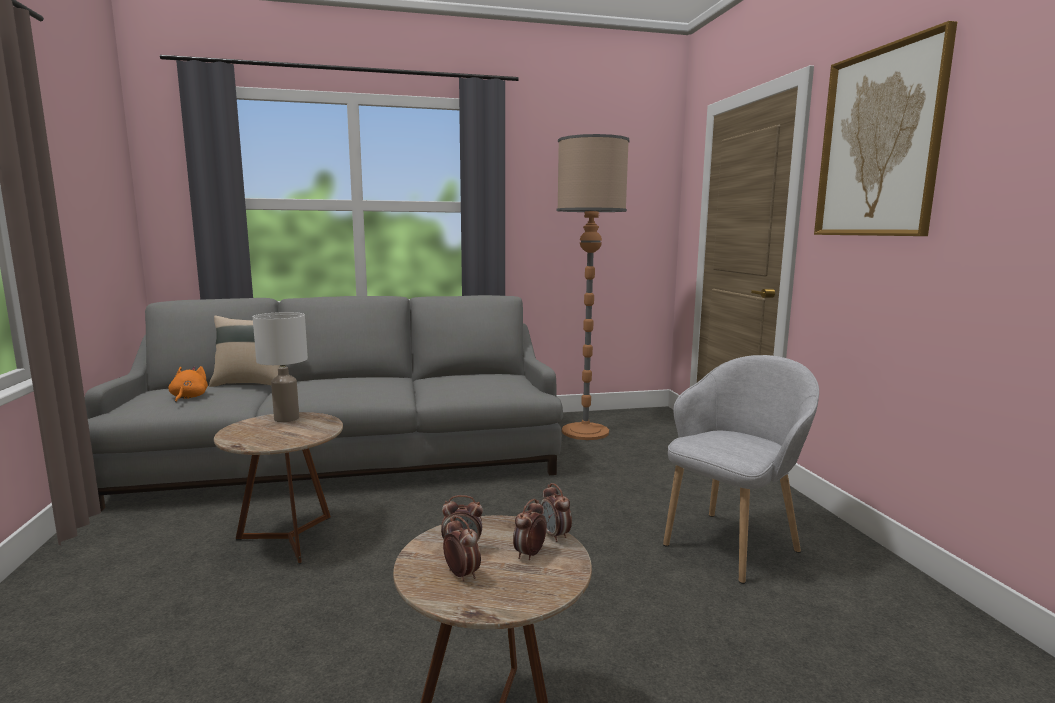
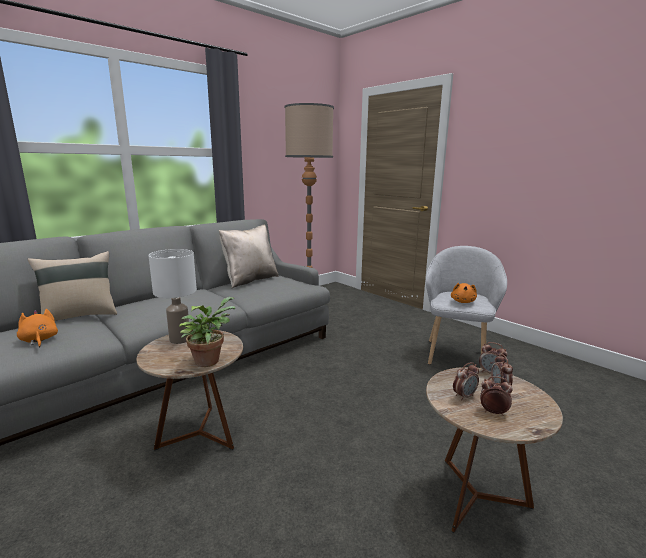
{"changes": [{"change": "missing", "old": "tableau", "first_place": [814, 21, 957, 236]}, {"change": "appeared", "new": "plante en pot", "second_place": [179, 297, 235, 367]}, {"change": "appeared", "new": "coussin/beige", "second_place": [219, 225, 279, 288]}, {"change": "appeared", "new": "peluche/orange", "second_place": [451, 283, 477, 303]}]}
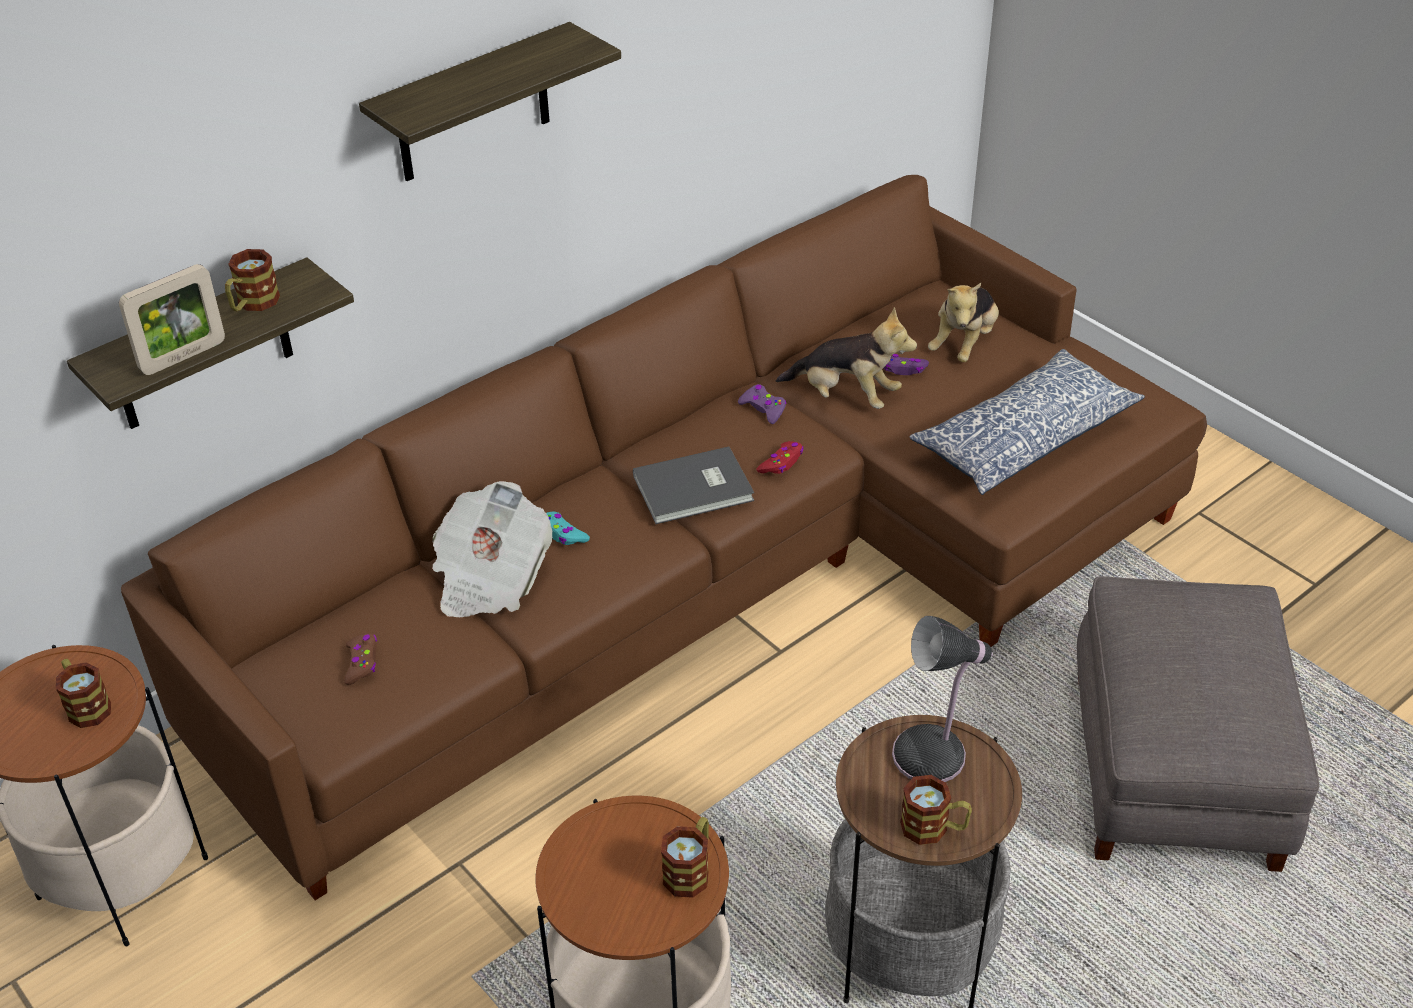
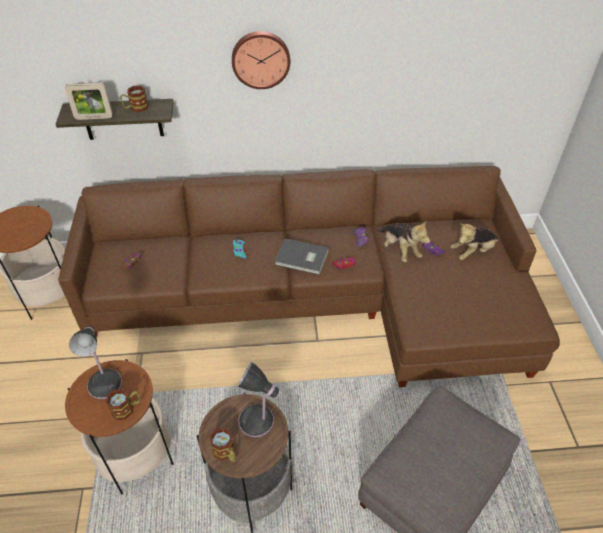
{"changes": [{"change": "missing", "old": "mug", "first_place": [56, 658, 111, 728]}, {"change": "missing", "old": "journal", "first_place": [432, 481, 553, 617]}, {"change": "missing", "old": "coussin", "first_place": [910, 349, 1145, 495]}, {"change": "appeared", "new": "lampe de table", "second_place": [69, 326, 122, 399]}, {"change": "exchanged", "old": "étagère", "new": "horloge murale", "first_place": [359, 22, 621, 181], "second_place": [232, 31, 290, 89]}]}
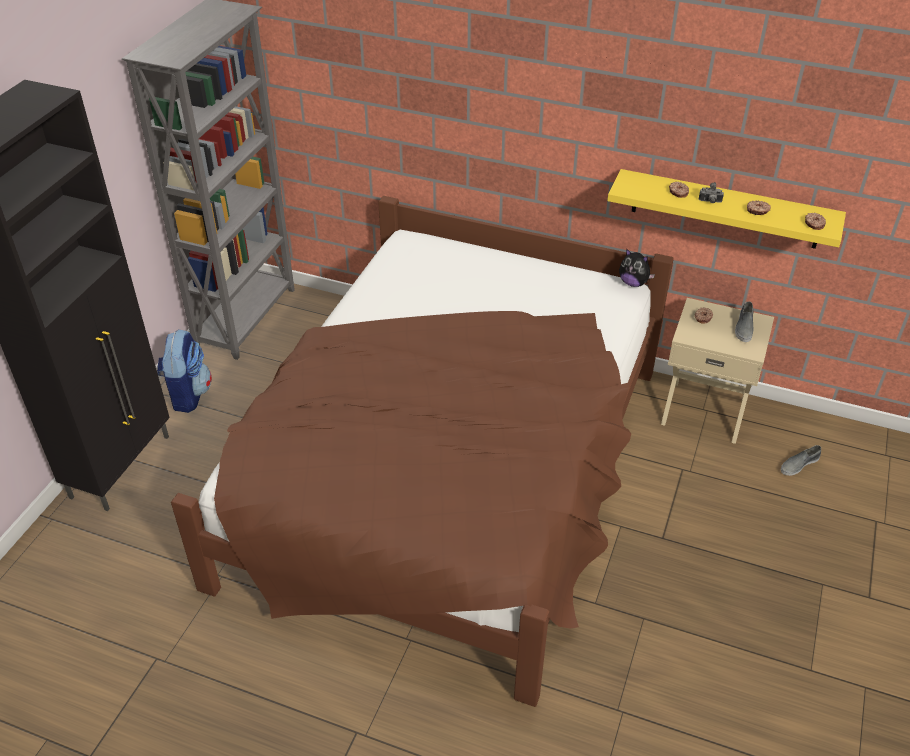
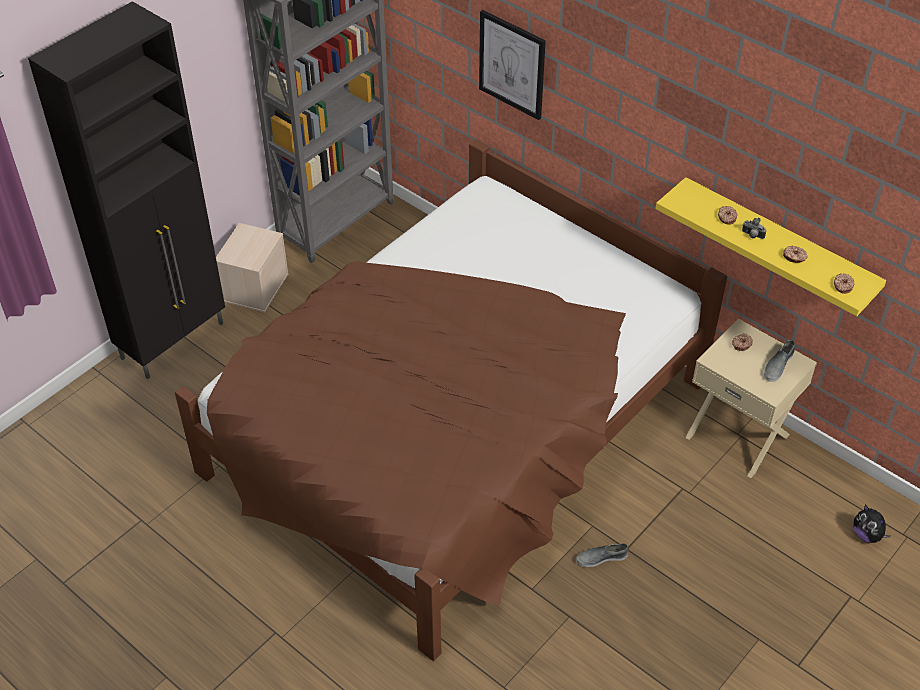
{"changes": [{"change": "appeared", "new": "tableau", "second_place": [479, 10, 546, 120]}, {"change": "relocated", "old": "peluche", "first_place": [619, 248, 655, 287], "second_place": [853, 504, 890, 543]}, {"change": "relocated", "old": "chaussure/gris", "first_place": [781, 445, 821, 476], "second_place": [576, 543, 628, 567]}, {"change": "exchanged", "old": "sac à dos", "new": "boîte de rangement/beige", "first_place": [157, 330, 212, 413], "second_place": [216, 223, 289, 312]}]}
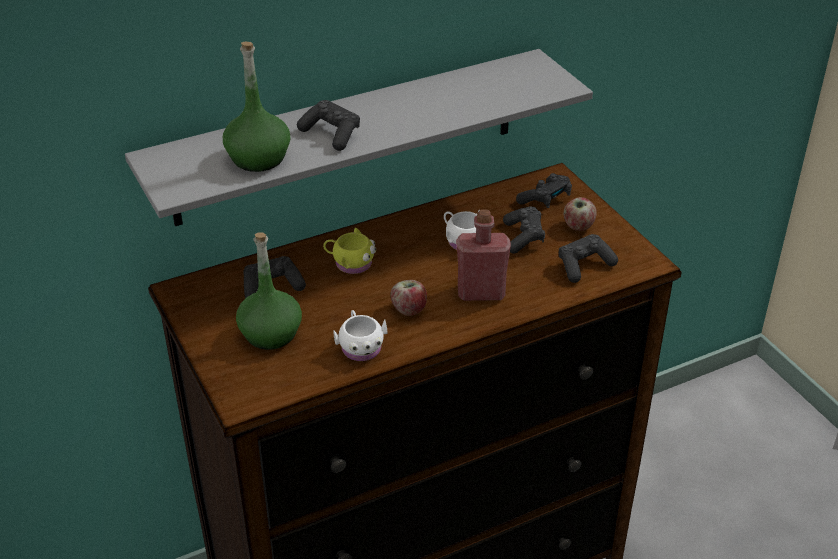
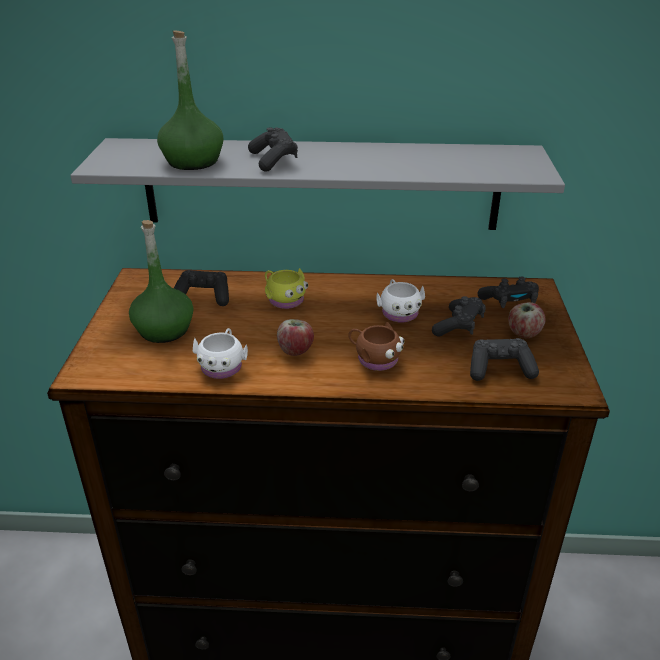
{"changes": [{"change": "exchanged", "old": "bouteille/rouge", "new": "mug/marron", "first_place": [456, 209, 511, 301], "second_place": [348, 322, 404, 371]}]}
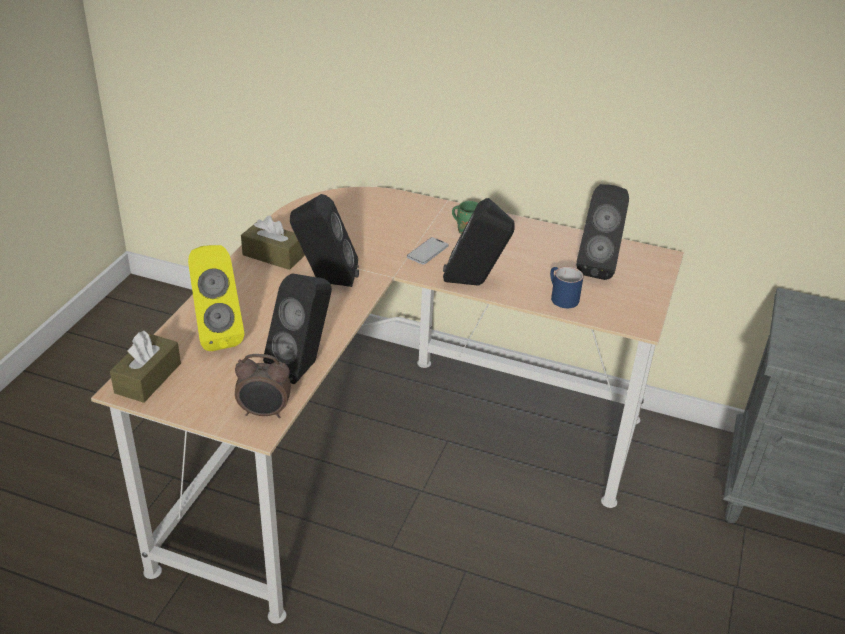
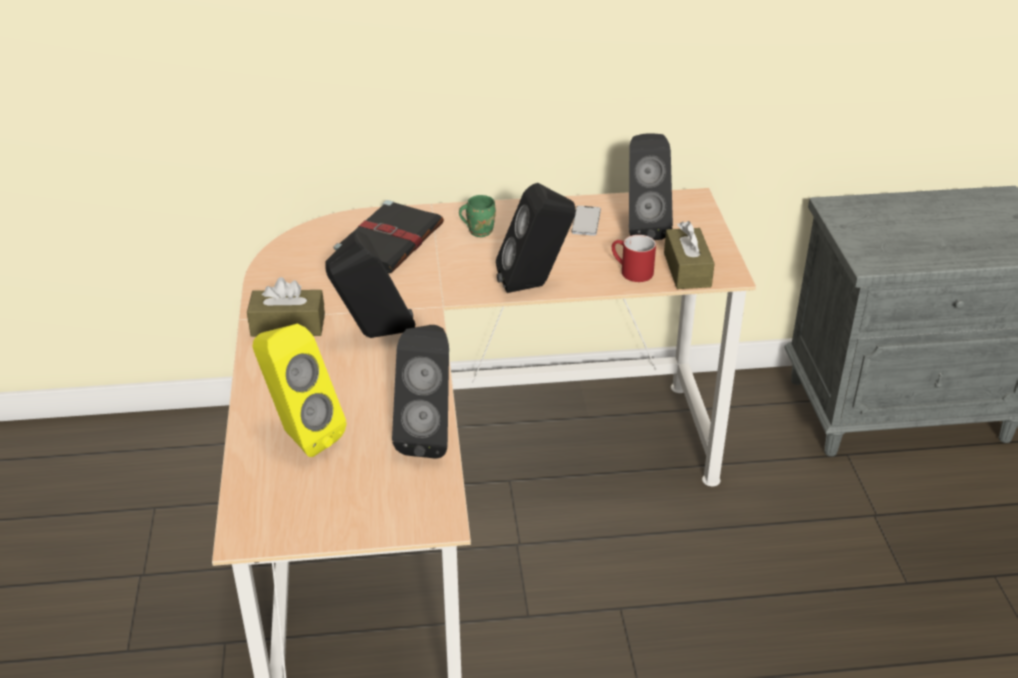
{"changes": [{"change": "missing", "old": "réveil", "first_place": [235, 354, 291, 418]}, {"change": "appeared", "new": "livre/noir", "second_place": [333, 200, 444, 273]}, {"change": "relocated", "old": "boîte à mouchoirs/marron", "first_place": [110, 331, 181, 403], "second_place": [664, 221, 715, 289]}, {"change": "relocated", "old": "téléphone", "first_place": [407, 237, 448, 265], "second_place": [572, 206, 601, 236]}, {"change": "colour", "old": "mug/bleu", "new": "mug/rouge", "first_place": [550, 267, 584, 308], "second_place": [612, 235, 656, 282]}]}
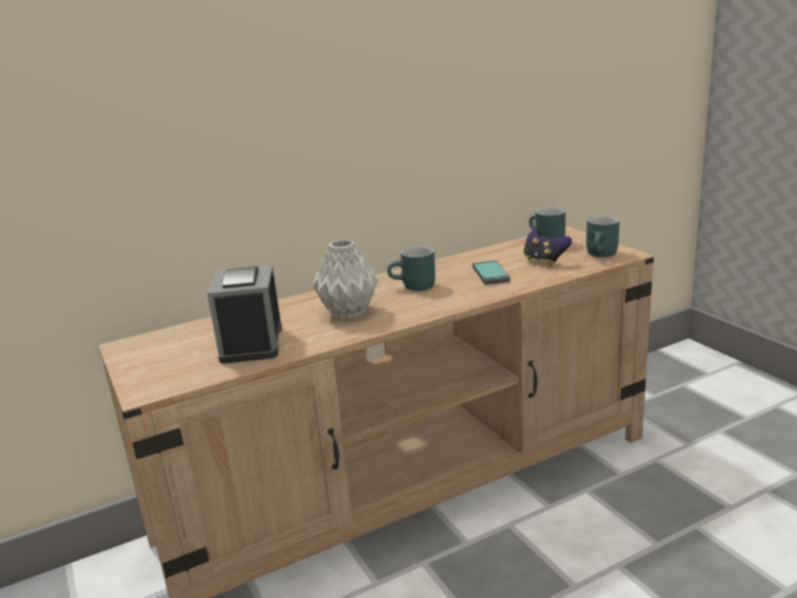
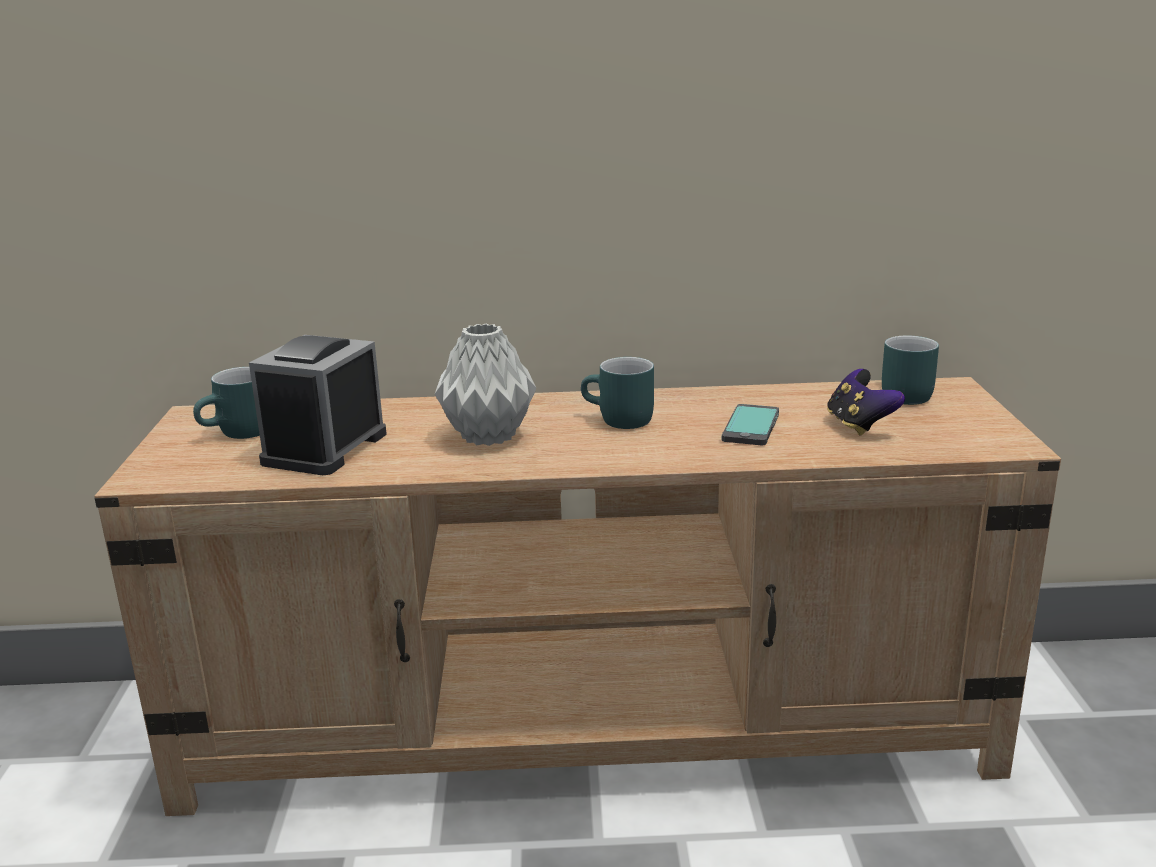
{"changes": [{"change": "relocated", "old": "mug/turquoise", "first_place": [586, 216, 620, 257], "second_place": [193, 367, 260, 439]}]}
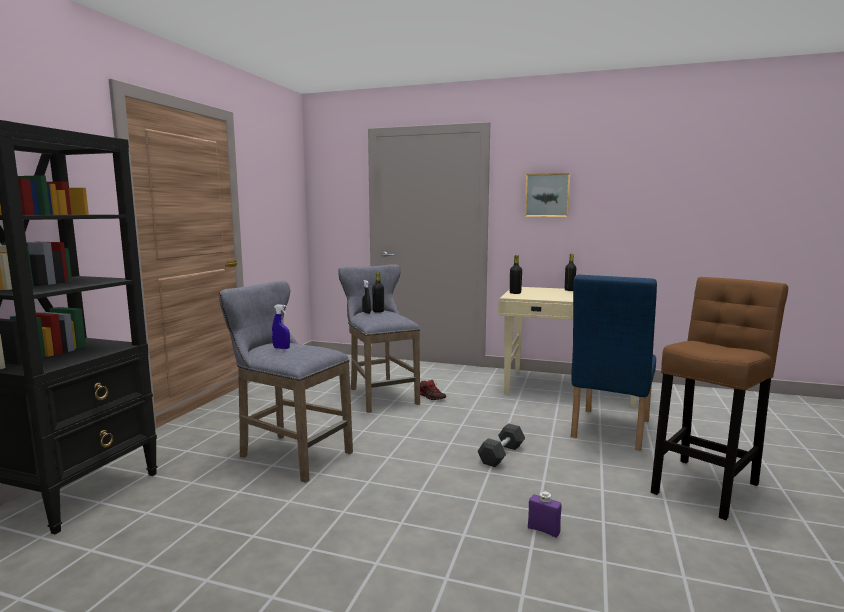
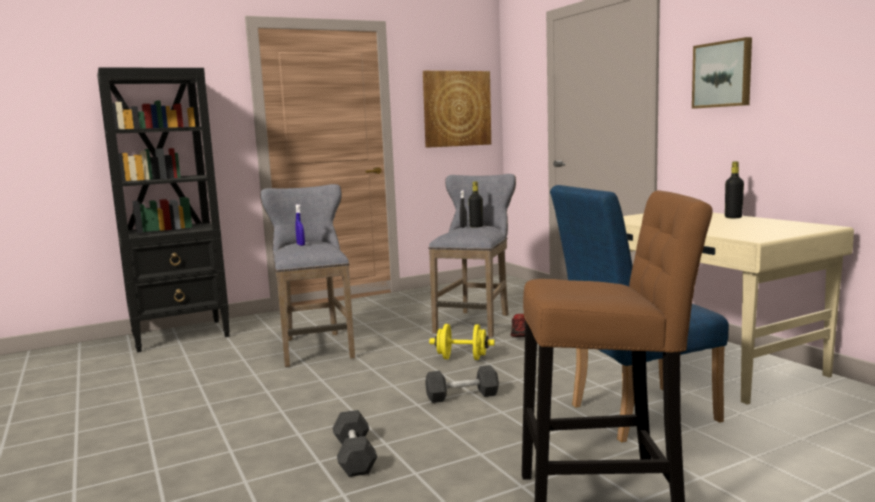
{"changes": [{"change": "missing", "old": "bouteille/noir", "first_place": [510, 255, 522, 294]}, {"change": "appeared", "new": "tableau", "second_place": [423, 71, 491, 148]}, {"change": "appeared", "new": "haltère/jaune", "second_place": [429, 324, 495, 360]}, {"change": "exchanged", "old": "bouteille/violet", "new": "haltère/gris", "first_place": [528, 491, 562, 538], "second_place": [333, 410, 377, 477]}]}
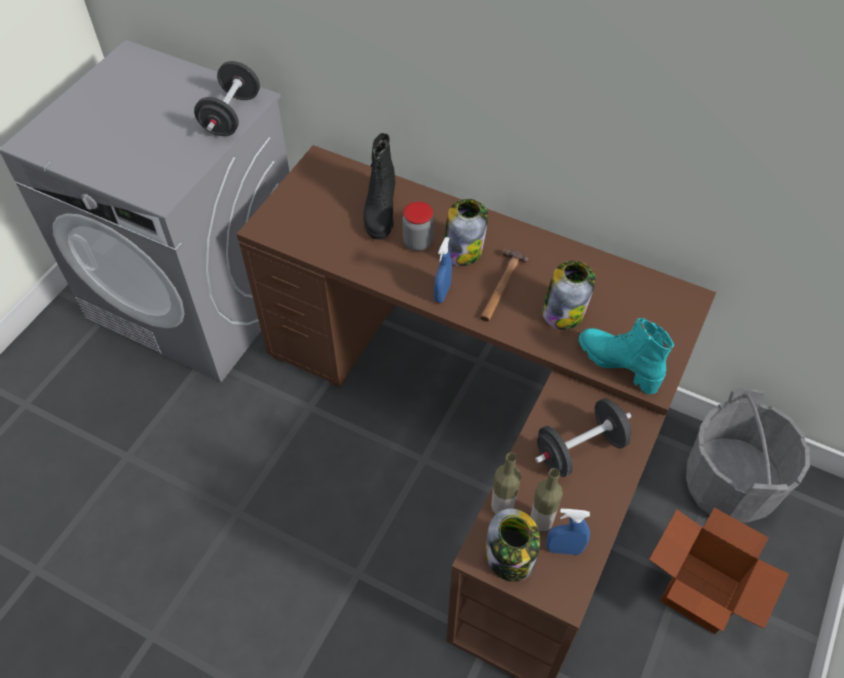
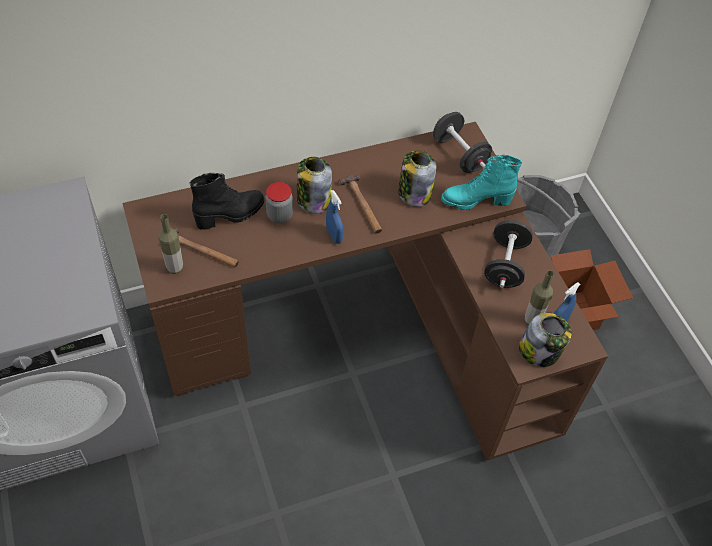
{"changes": [{"change": "appeared", "new": "marteau", "second_place": [175, 228, 239, 267]}, {"change": "relocated", "old": "haltère/noir", "first_place": [194, 61, 260, 136], "second_place": [433, 112, 492, 173]}, {"change": "relocated", "old": "bouteille", "first_place": [491, 452, 521, 515], "second_place": [158, 214, 183, 274]}, {"change": "spun", "old": "botte/noir", "first_place": [363, 133, 395, 240], "second_place": [190, 173, 264, 230], "degrees": -75}]}
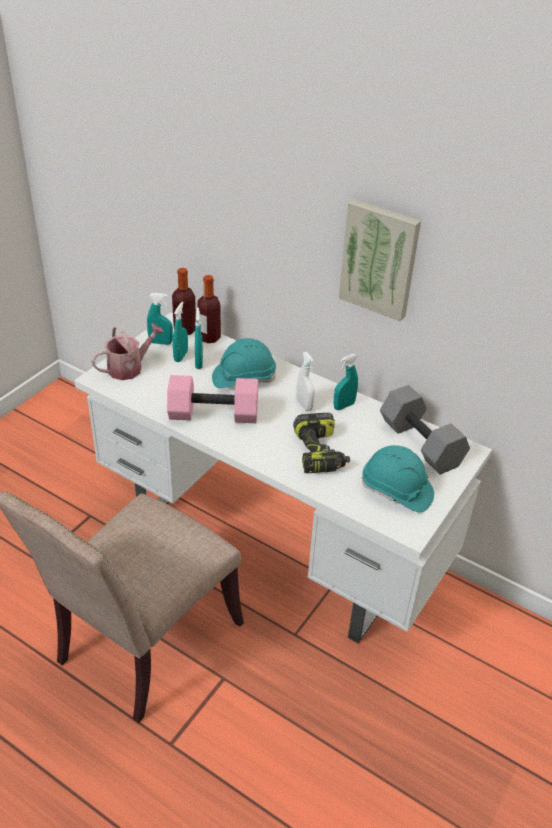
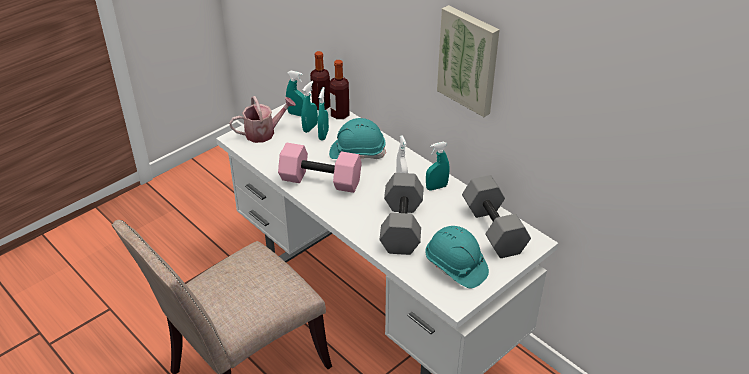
{"changes": [{"change": "exchanged", "old": "perceuse", "new": "haltère/gris", "first_place": [293, 413, 350, 473], "second_place": [380, 173, 424, 255]}]}
